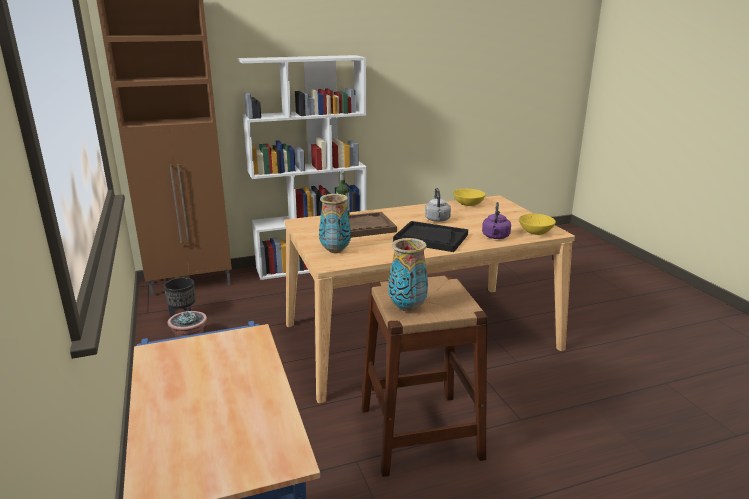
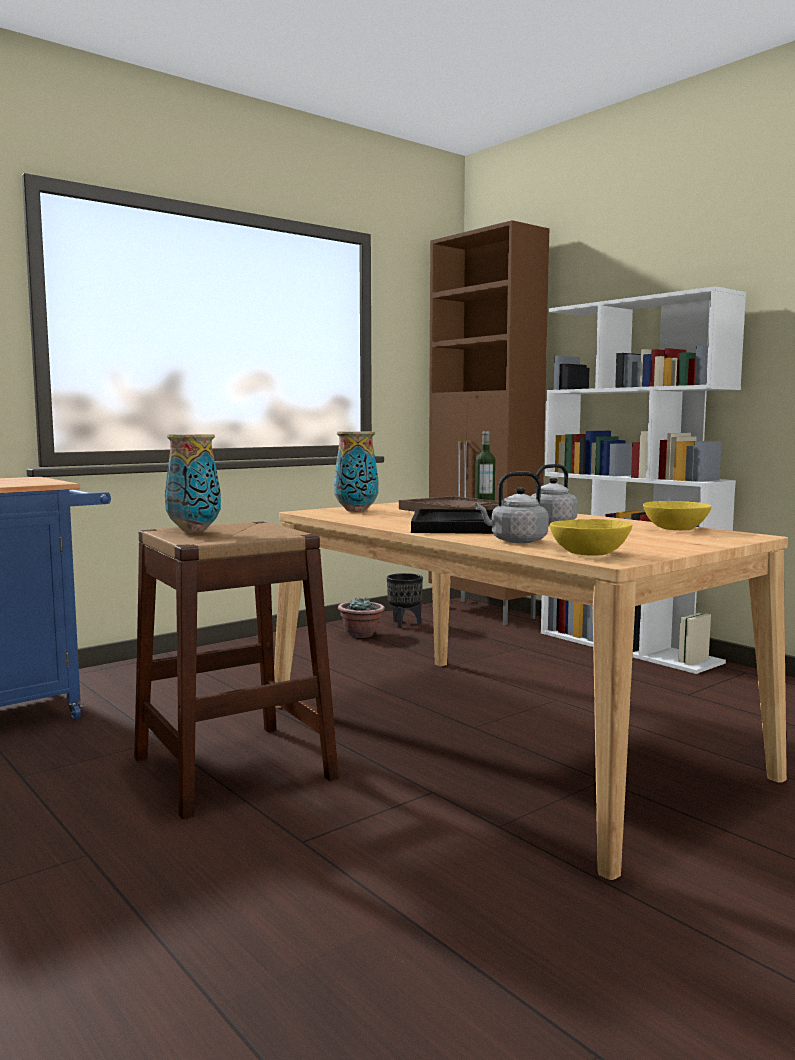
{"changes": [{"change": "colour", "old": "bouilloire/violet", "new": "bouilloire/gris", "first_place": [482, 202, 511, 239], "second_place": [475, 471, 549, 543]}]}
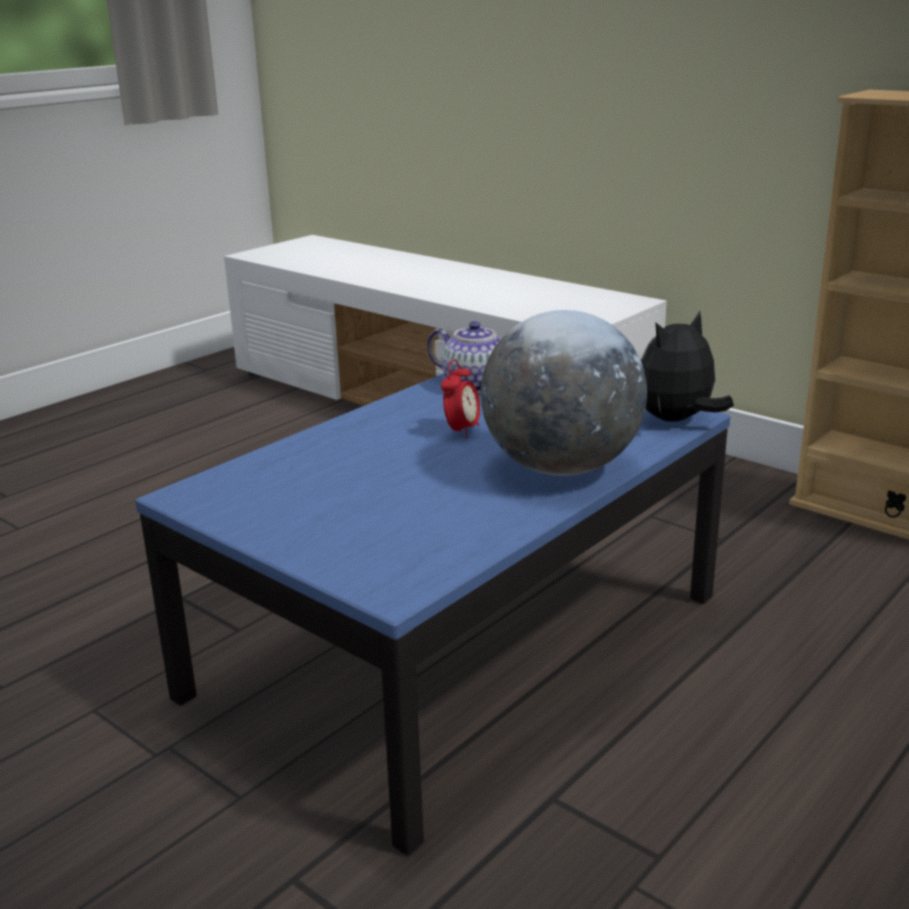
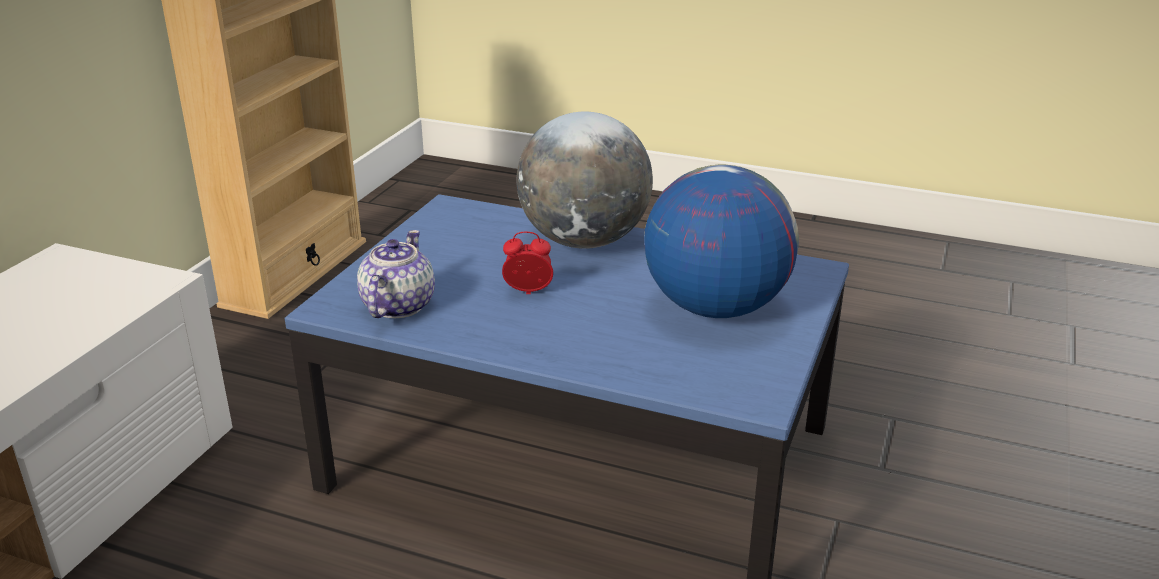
{"changes": [{"change": "missing", "old": "peluche", "first_place": [641, 311, 734, 422]}, {"change": "appeared", "new": "globe", "second_place": [644, 165, 799, 318]}]}
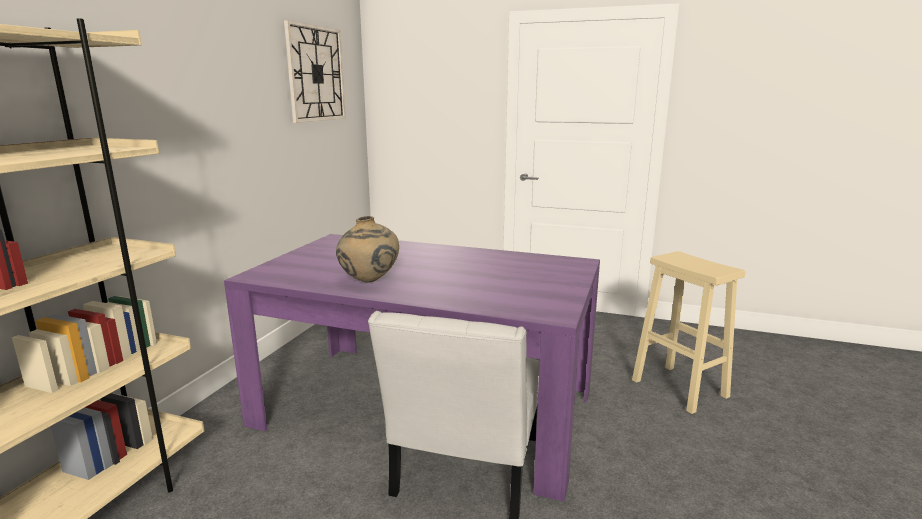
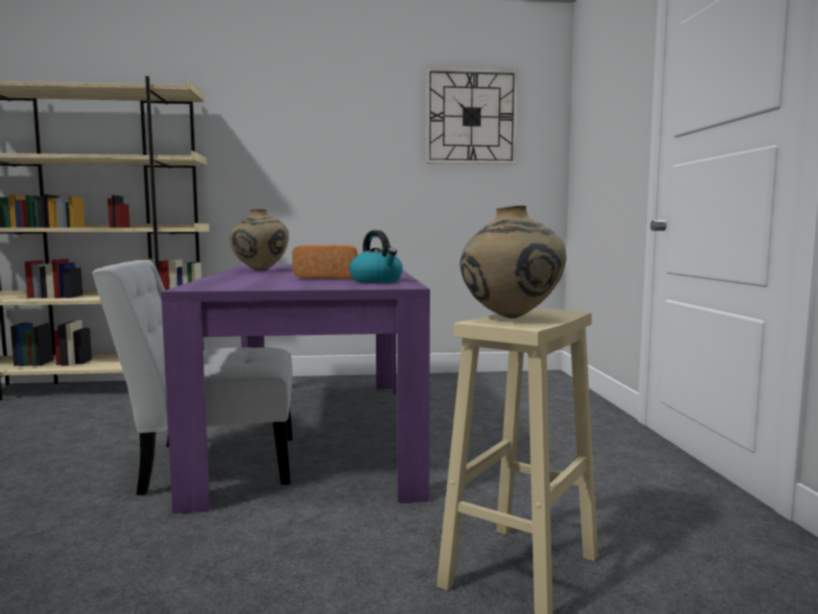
{"changes": [{"change": "appeared", "new": "pain", "second_place": [292, 245, 358, 278]}, {"change": "appeared", "new": "bouilloire", "second_place": [349, 230, 403, 283]}, {"change": "appeared", "new": "vase/beige", "second_place": [460, 205, 566, 318]}]}
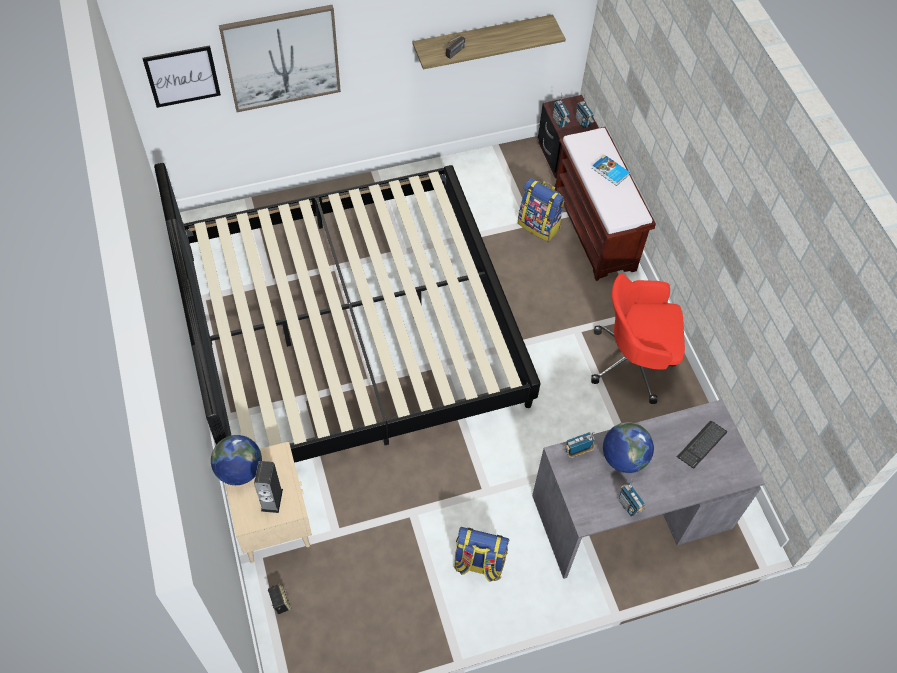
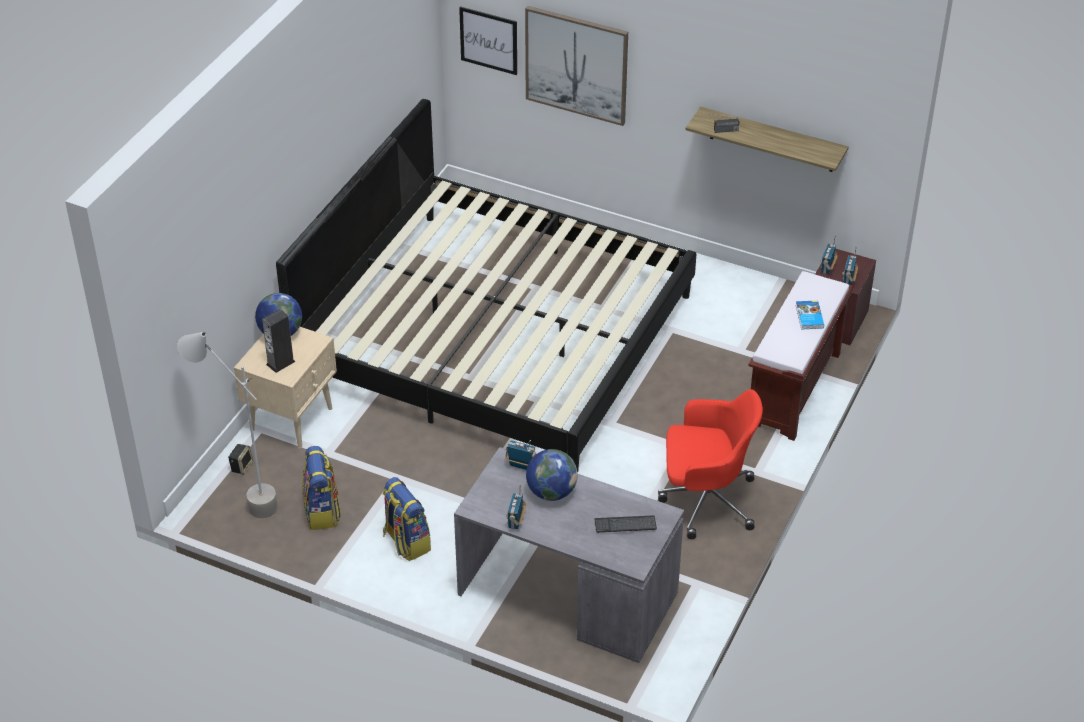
{"changes": [{"change": "appeared", "new": "lampadaire/gris", "second_place": [177, 332, 278, 518]}, {"change": "relocated", "old": "sac à dos", "first_place": [518, 178, 564, 241], "second_place": [302, 446, 341, 530]}, {"change": "spun", "old": "chaise de bureau/rouge", "first_place": [591, 274, 685, 404], "second_place": [658, 389, 763, 539], "degrees": 135}]}
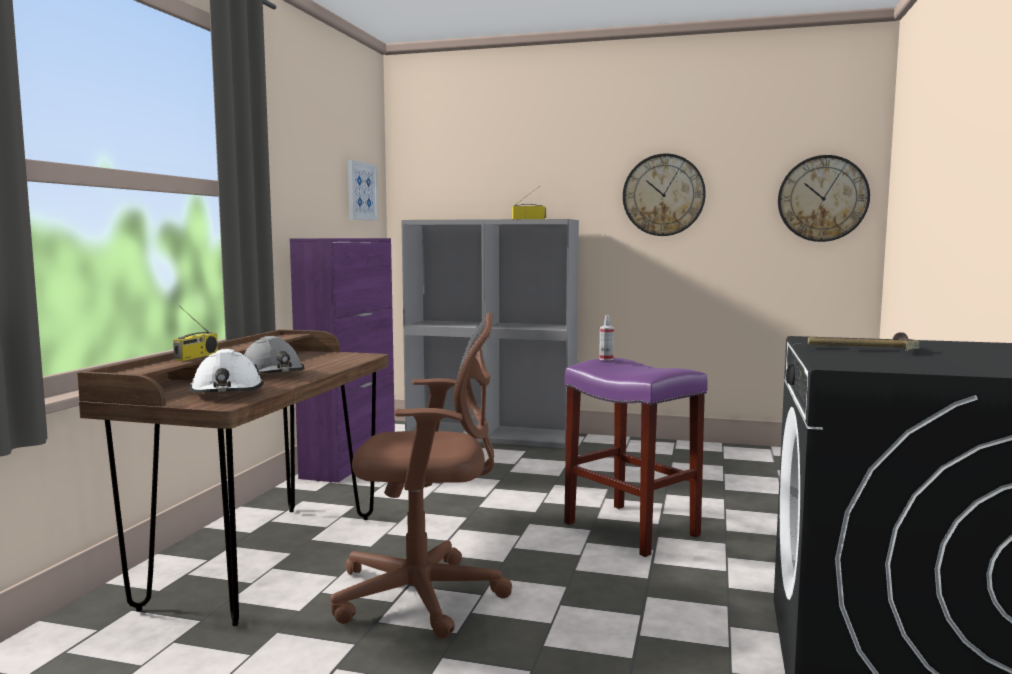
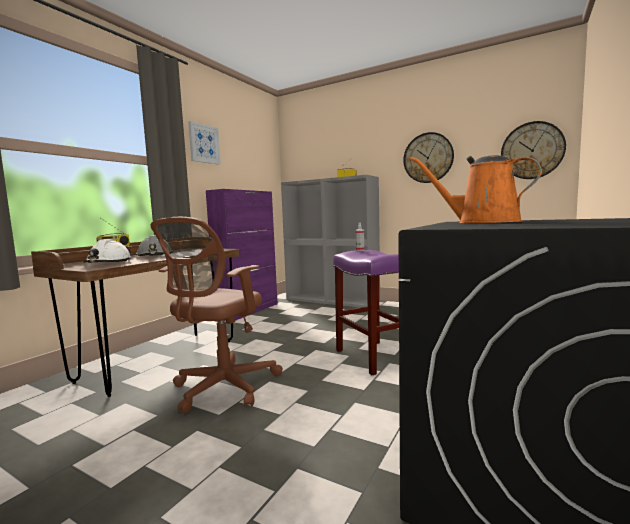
{"changes": [{"change": "relocated", "old": "tableau", "first_place": [348, 160, 378, 221], "second_place": [188, 121, 221, 165]}, {"change": "exchanged", "old": "marteau", "new": "arrosoir/orange", "first_place": [808, 332, 920, 351], "second_place": [410, 155, 542, 223]}, {"change": "spun", "old": "chaise de bureau/marron", "first_place": [330, 313, 512, 638], "second_place": [150, 217, 283, 413], "degrees": 105}]}
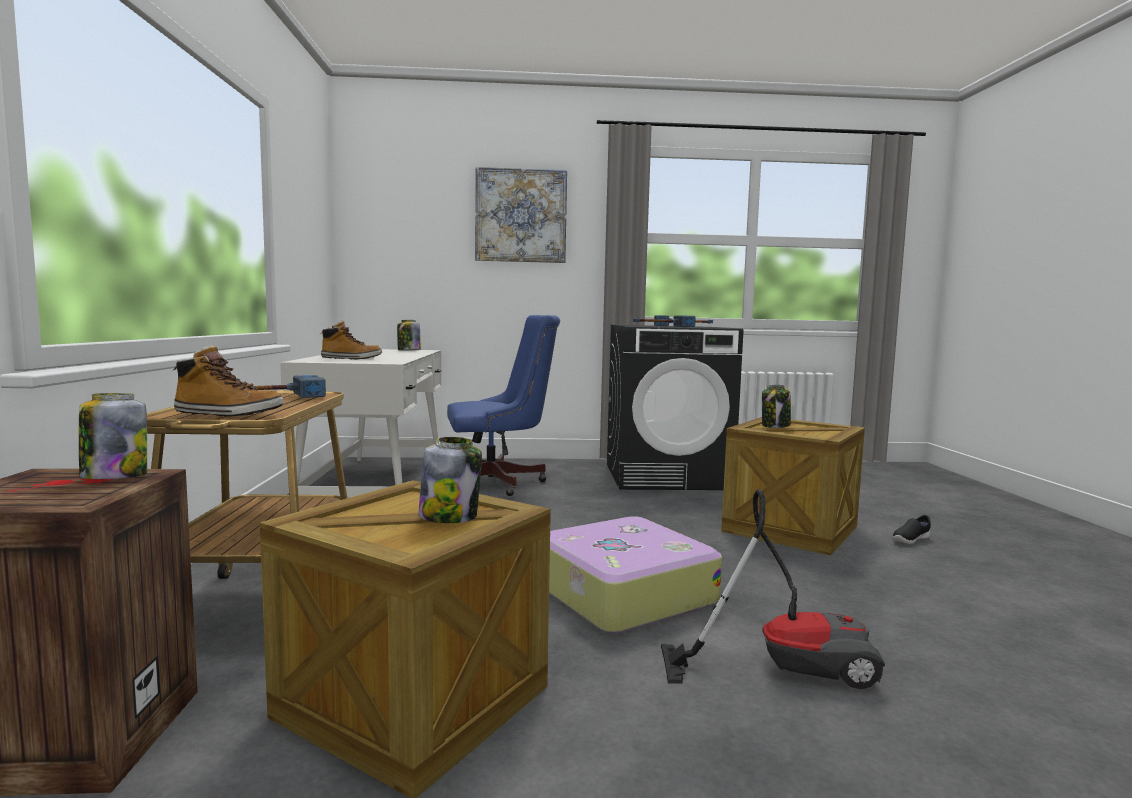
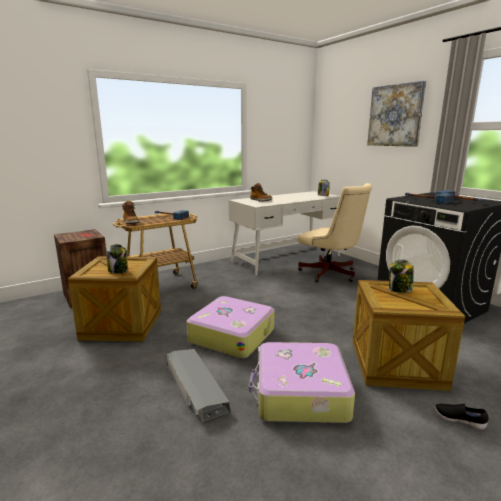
{"changes": [{"change": "missing", "old": "bocal", "first_place": [79, 393, 147, 479]}, {"change": "appeared", "new": "valise", "second_place": [249, 342, 355, 423]}, {"change": "exchanged", "old": "aspirateur", "new": "boîte de rangement/gris", "first_place": [661, 489, 885, 689], "second_place": [167, 349, 230, 422]}, {"change": "colour", "old": "chaise de bureau/bleu", "new": "chaise de bureau/beige", "first_place": [447, 315, 560, 496], "second_place": [298, 183, 372, 282]}]}
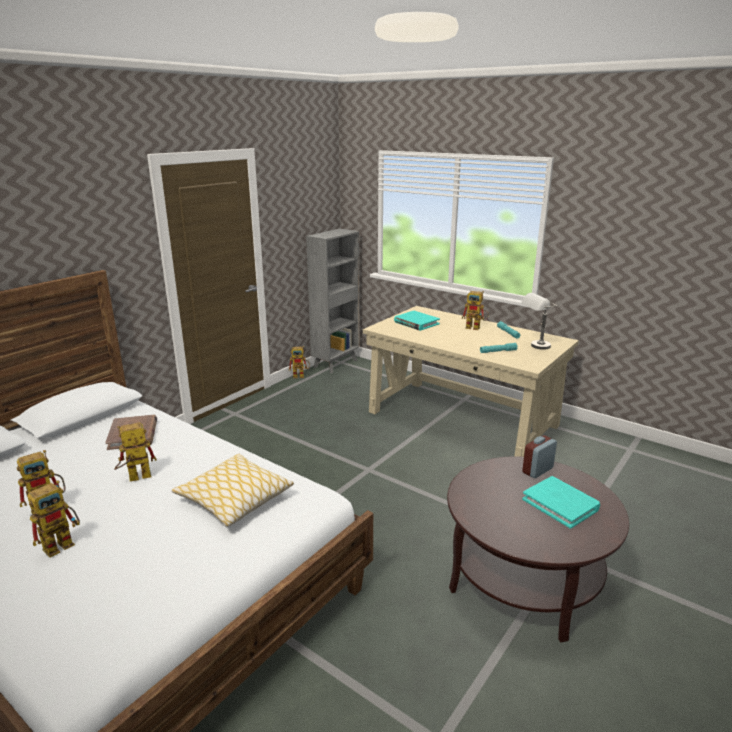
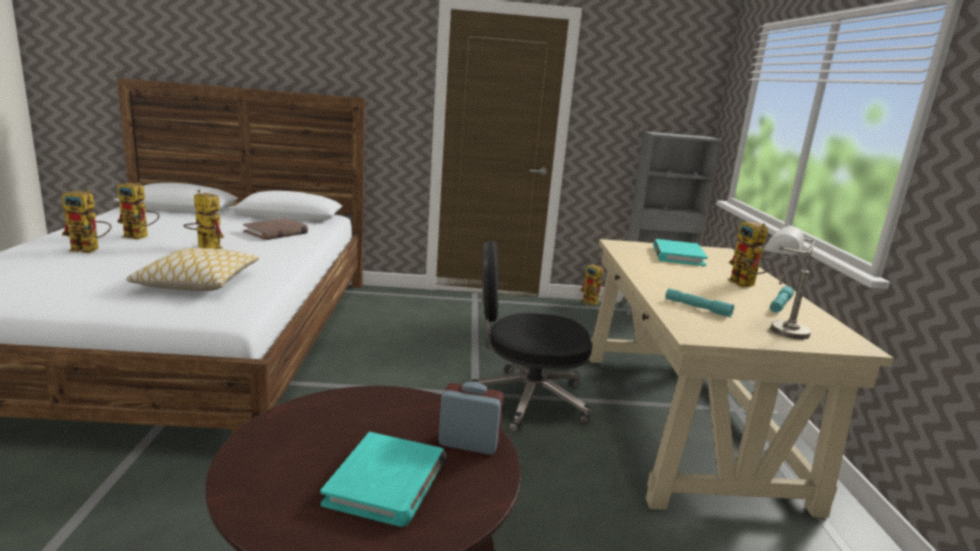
{"changes": [{"change": "appeared", "new": "chaise de bureau/noir", "second_place": [471, 241, 592, 433]}]}
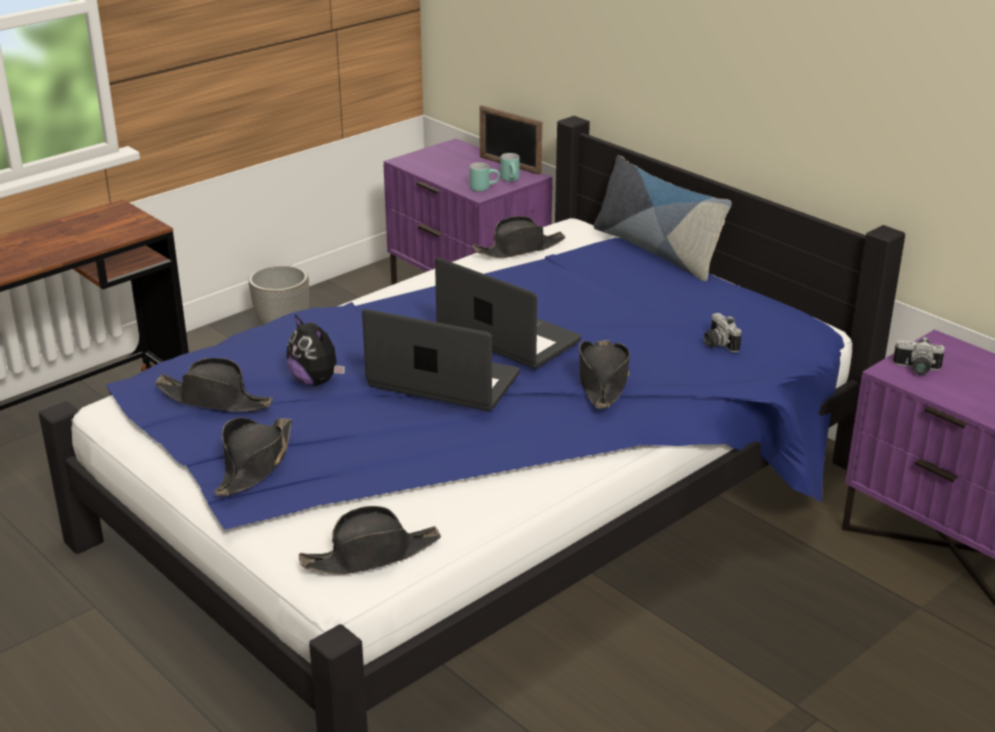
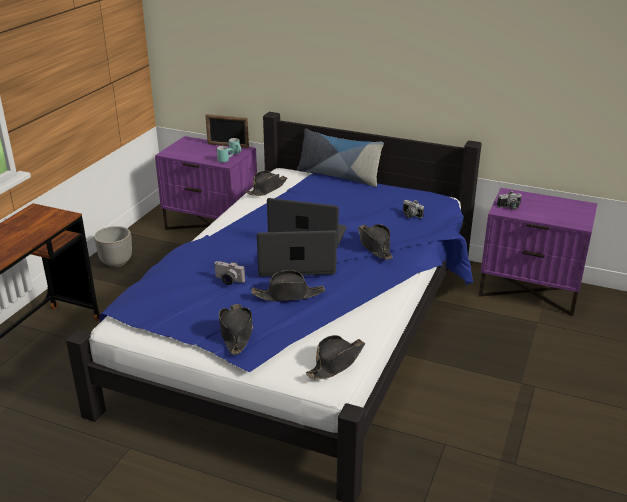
{"changes": [{"change": "relocated", "old": "chapeau/noir", "first_place": [155, 358, 273, 412], "second_place": [251, 270, 325, 301]}, {"change": "exchanged", "old": "peluche", "new": "appareil photo", "first_place": [287, 315, 345, 386], "second_place": [214, 261, 245, 285]}]}
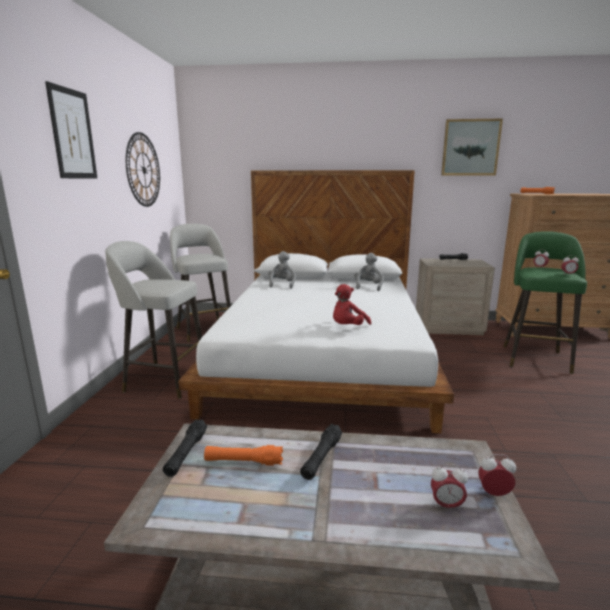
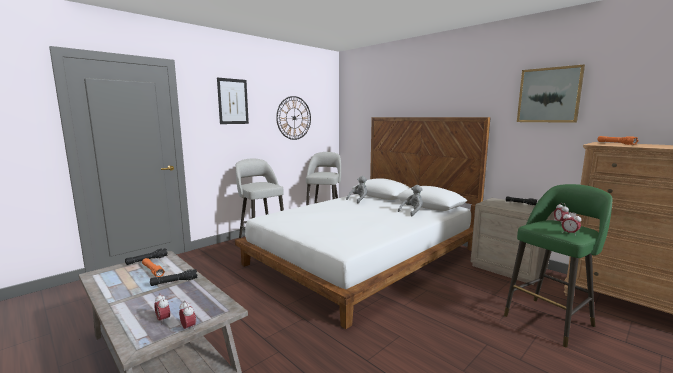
{"changes": [{"change": "missing", "old": "peluche/rouge", "first_place": [333, 284, 371, 325]}]}
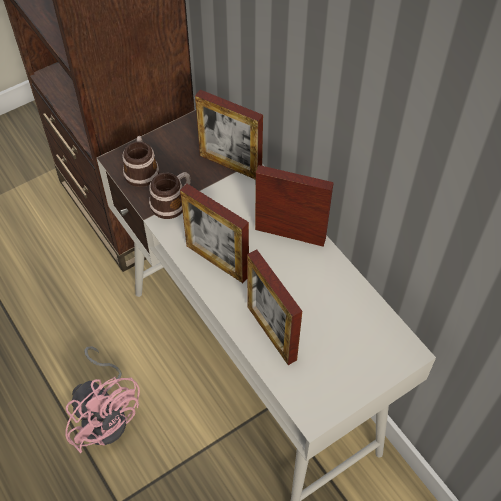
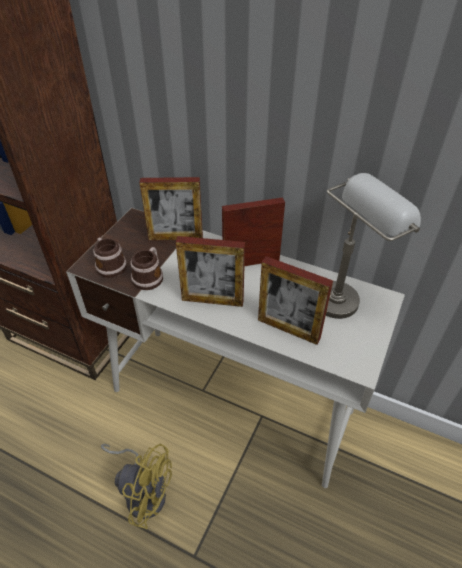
{"changes": [{"change": "appeared", "new": "lampe de table/gris", "second_place": [326, 173, 421, 319]}, {"change": "colour", "old": "ventilateur/rose", "new": "ventilateur/jaune", "first_place": [65, 346, 140, 454], "second_place": [101, 444, 172, 529]}]}
